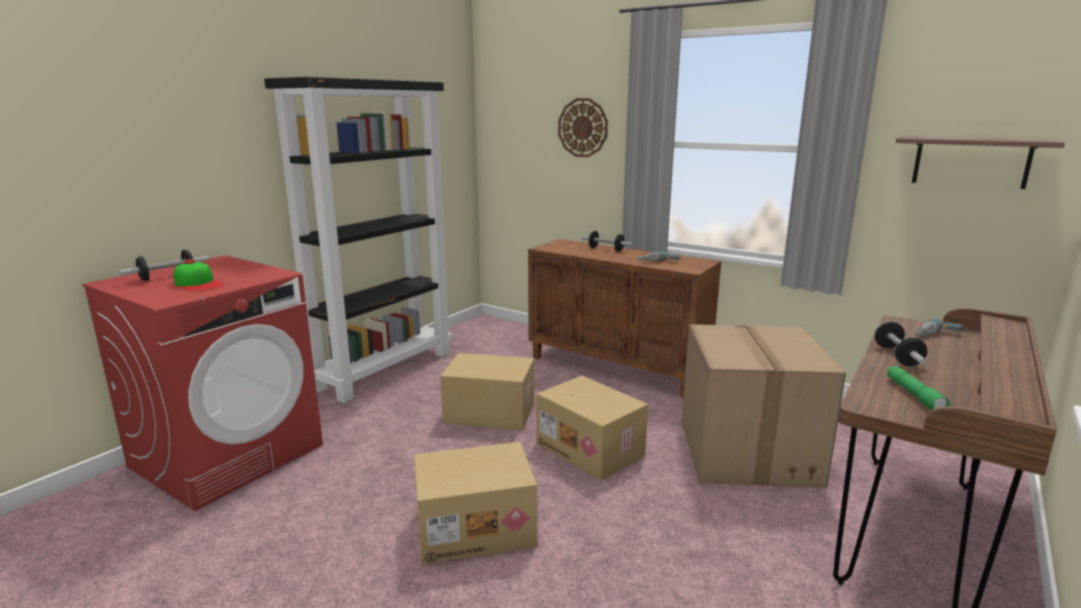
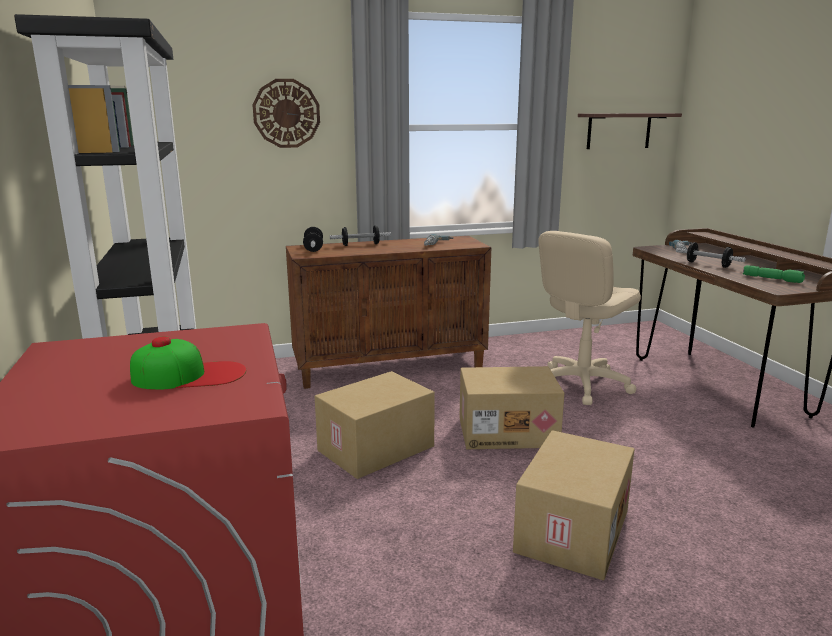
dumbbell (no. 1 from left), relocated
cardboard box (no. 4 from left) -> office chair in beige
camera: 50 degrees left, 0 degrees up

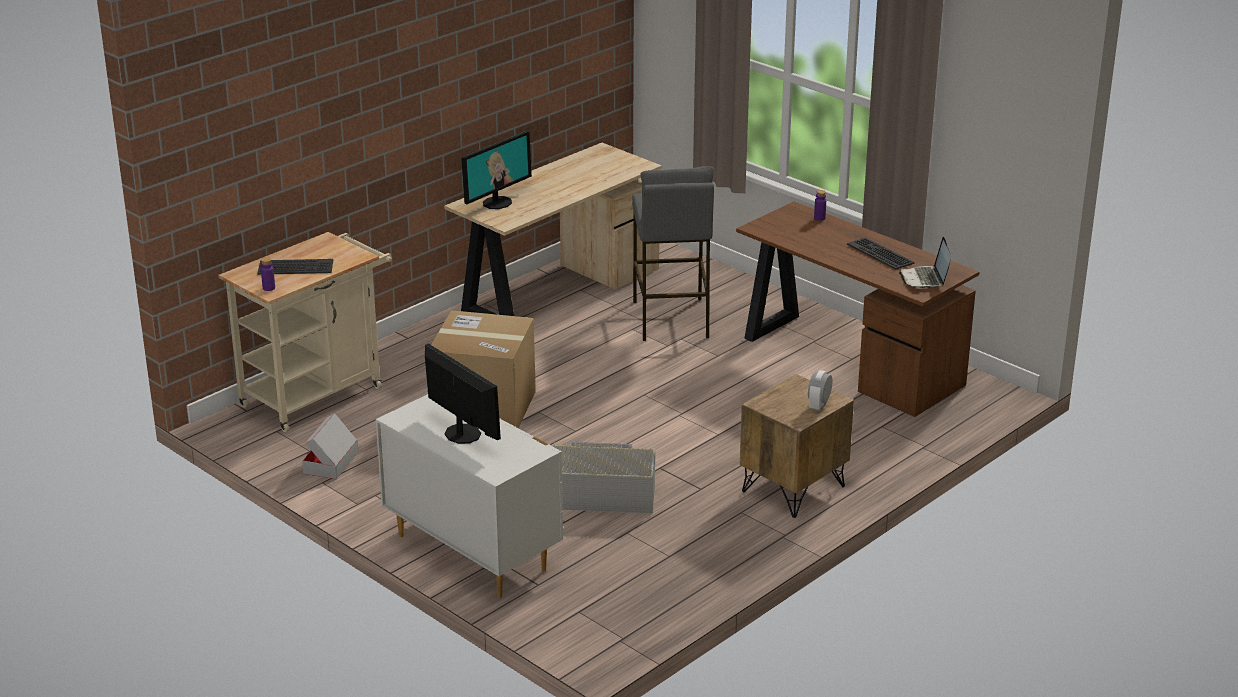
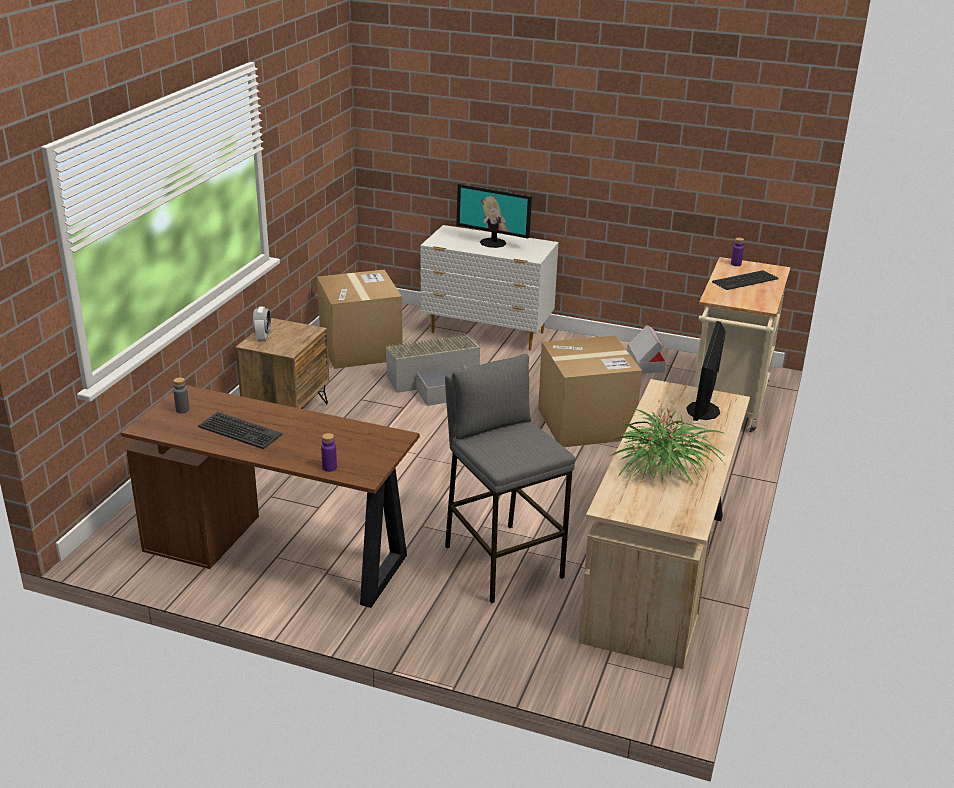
none -> cardboard box (no. 1 from left)
none -> potted plant
laptop -> bottle in grey
camera: 155 degrees right, 0 degrees up

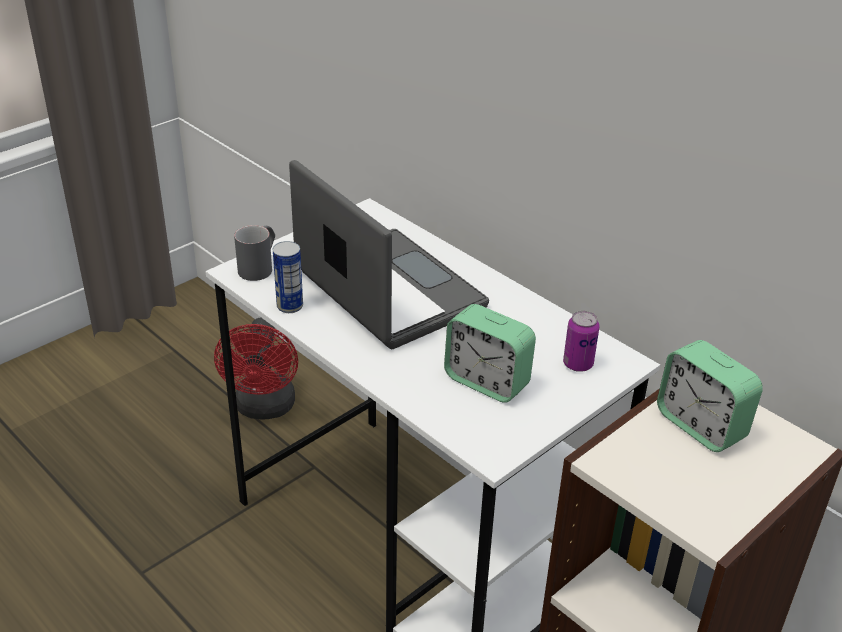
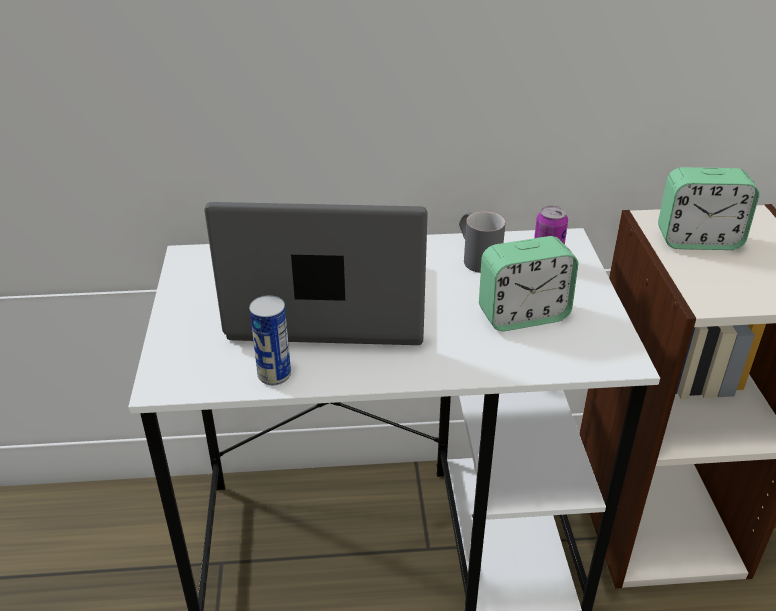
fan in red -> none
mug in grey, relocated
camera: 50 degrees left, 0 degrees up

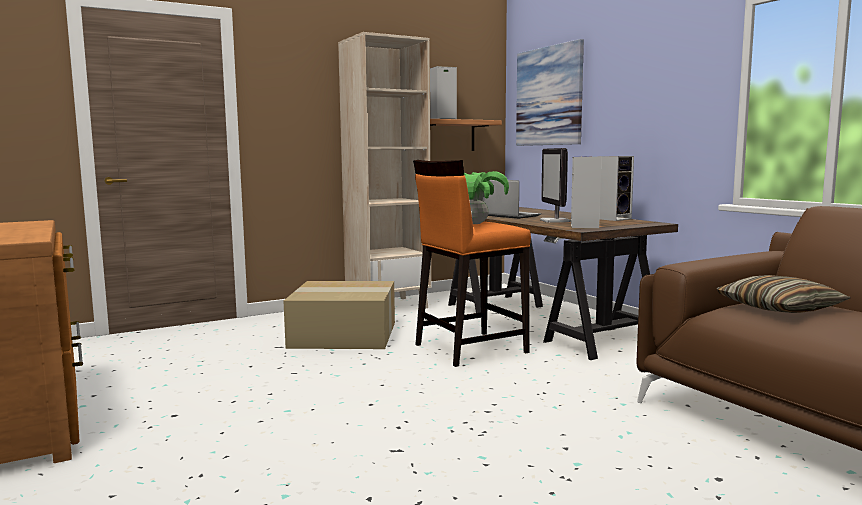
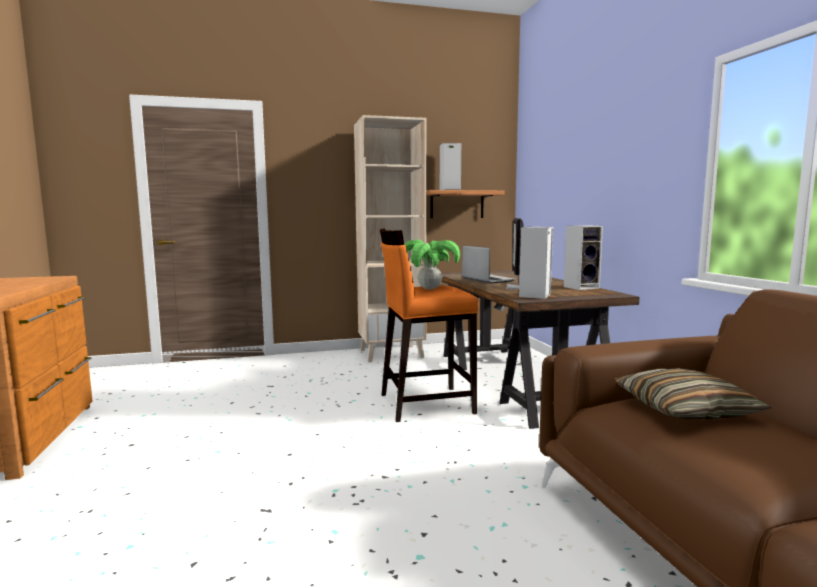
cardboard box -> none
picture -> none
camera: 15 degrees right, 0 degrees up

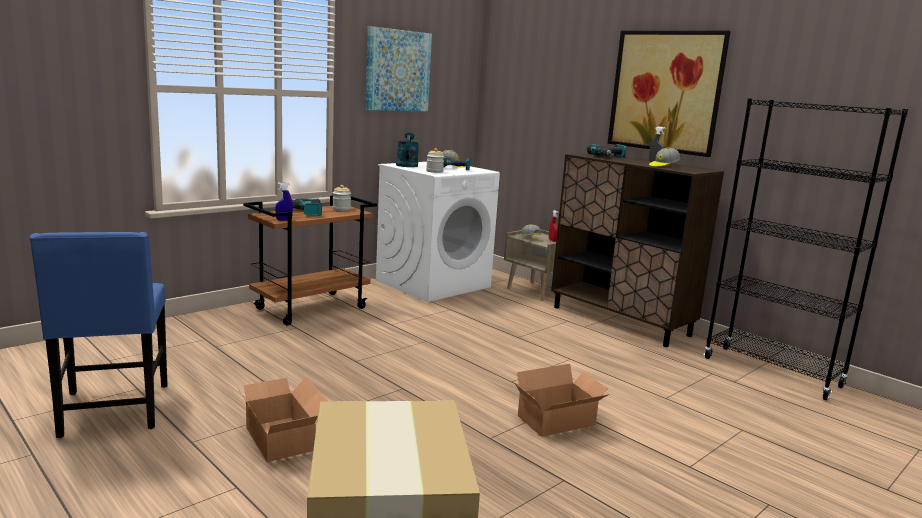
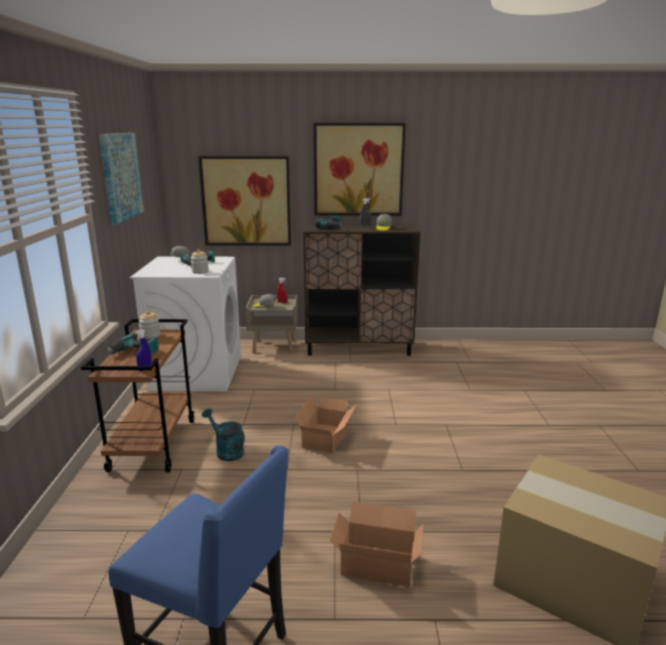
bookcase in black -> none
none -> picture (no. 2 from left)
watering can in turquoise, relocated
cardboard box (no. 3 from left in the first image) -> cardboard box (no. 1 from left), relocated
camera: 45 degrees left, 5 degrees up

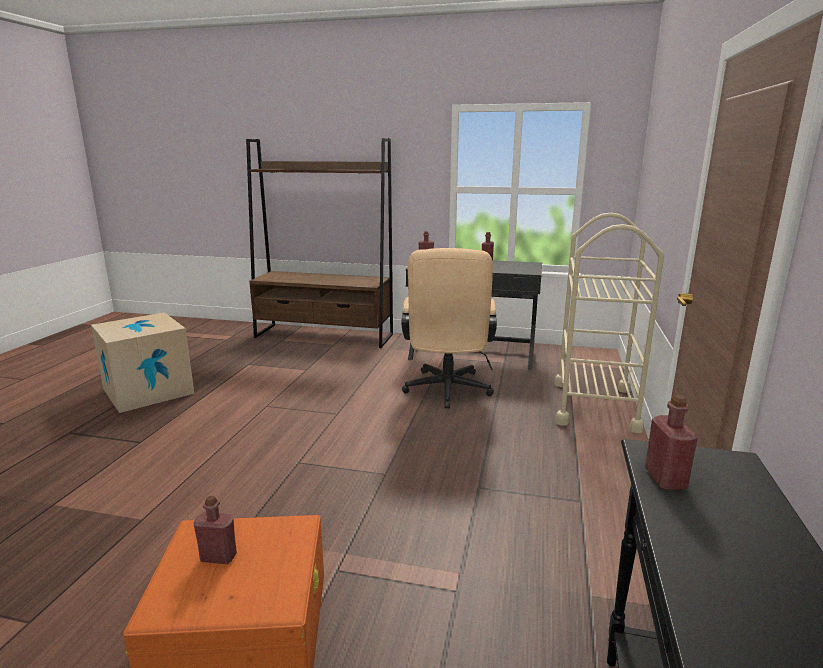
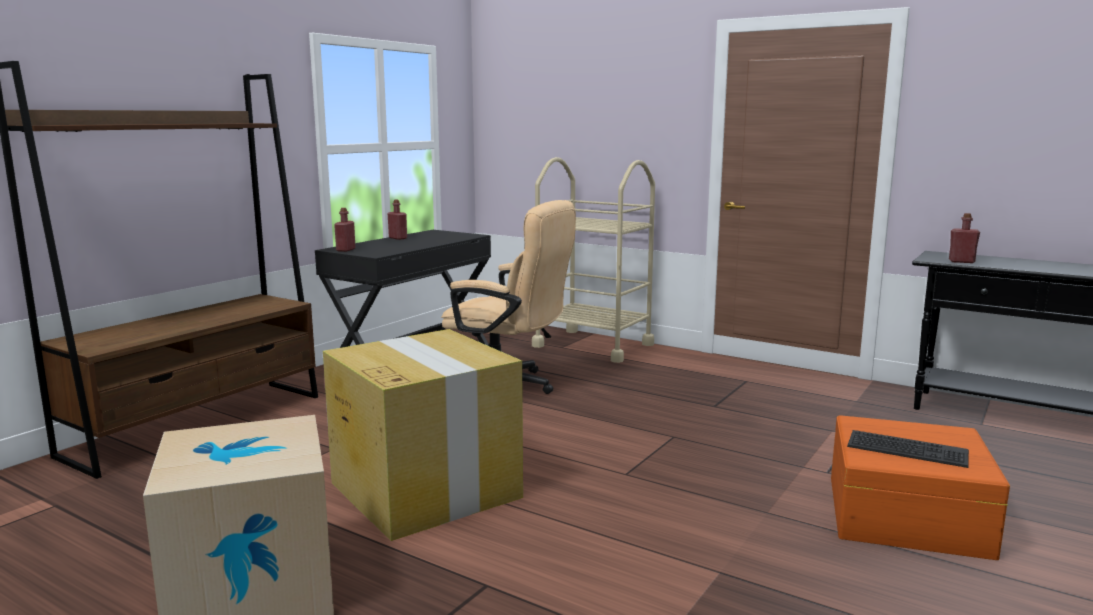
none -> cardboard box (no. 2 from left)
bottle in red (no. 1 from left) -> keyboard
camera: 70 degrees left, 5 degrees down

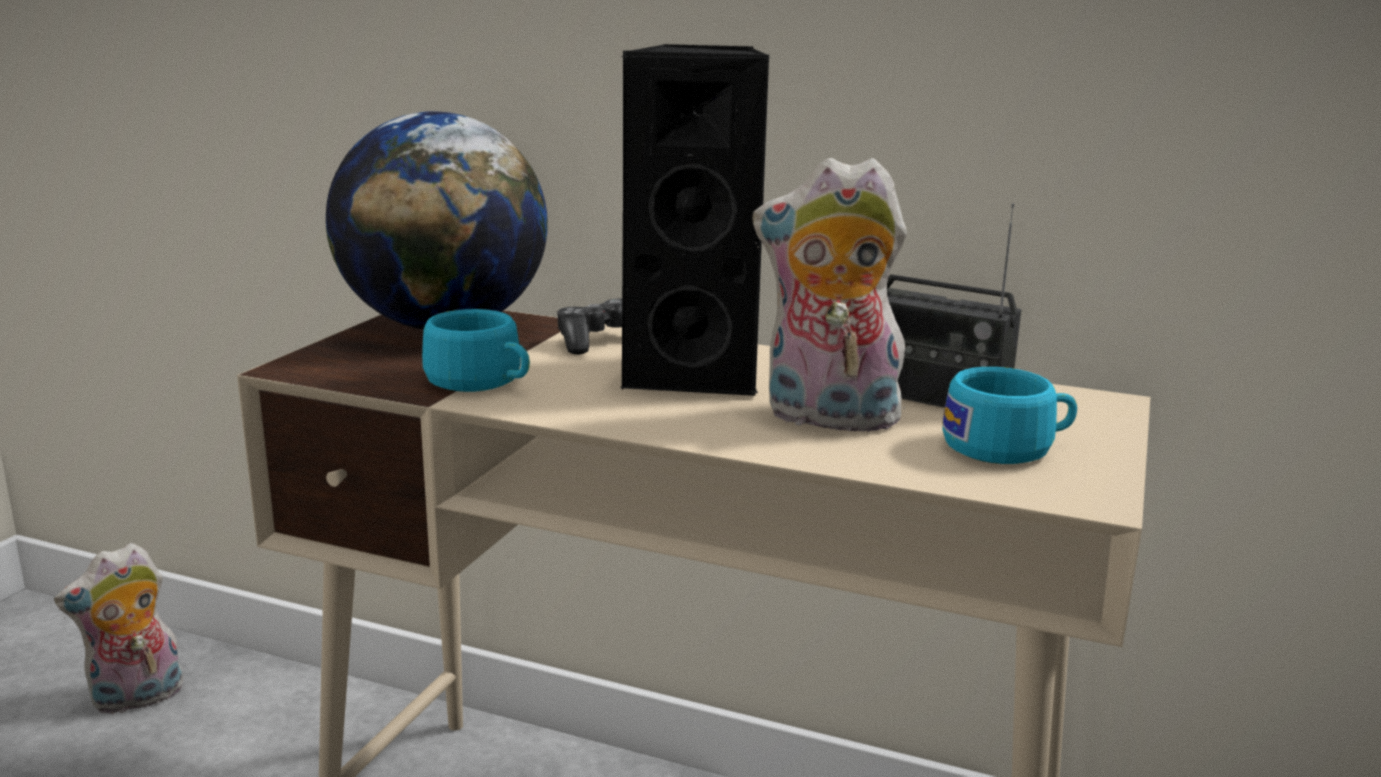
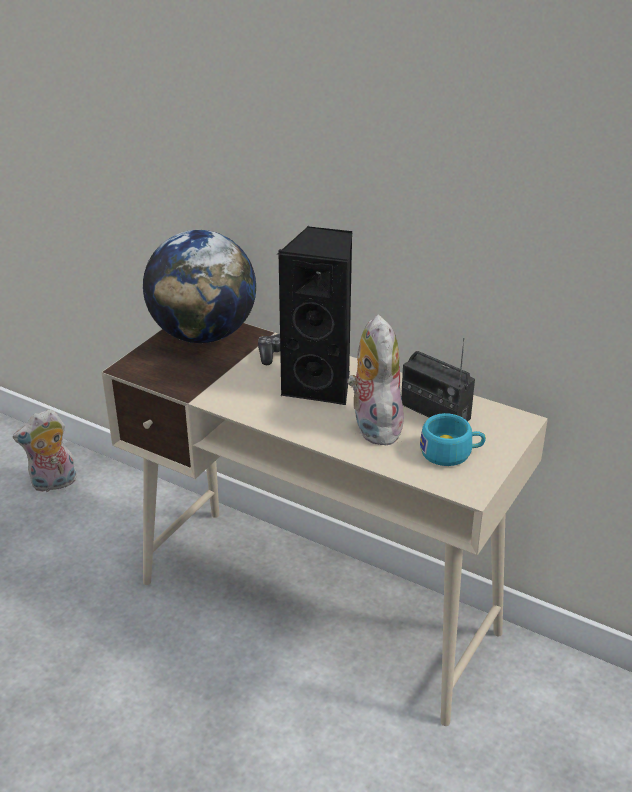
cup in turquoise (no. 1 from left) -> none
plush toy (no. 2 from left), 60 degrees clockwise
camera: 10 degrees right, 15 degrees up

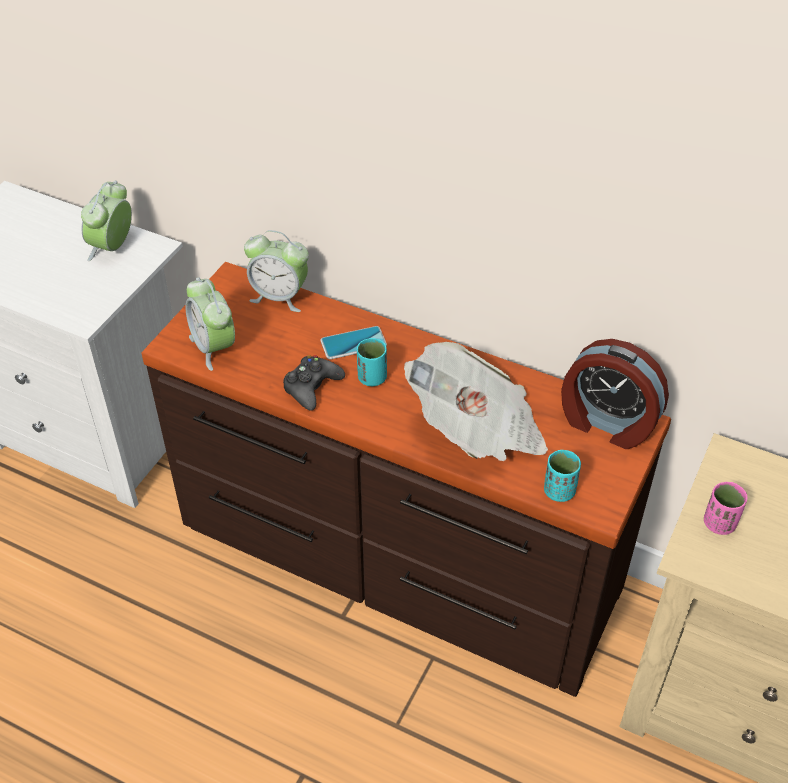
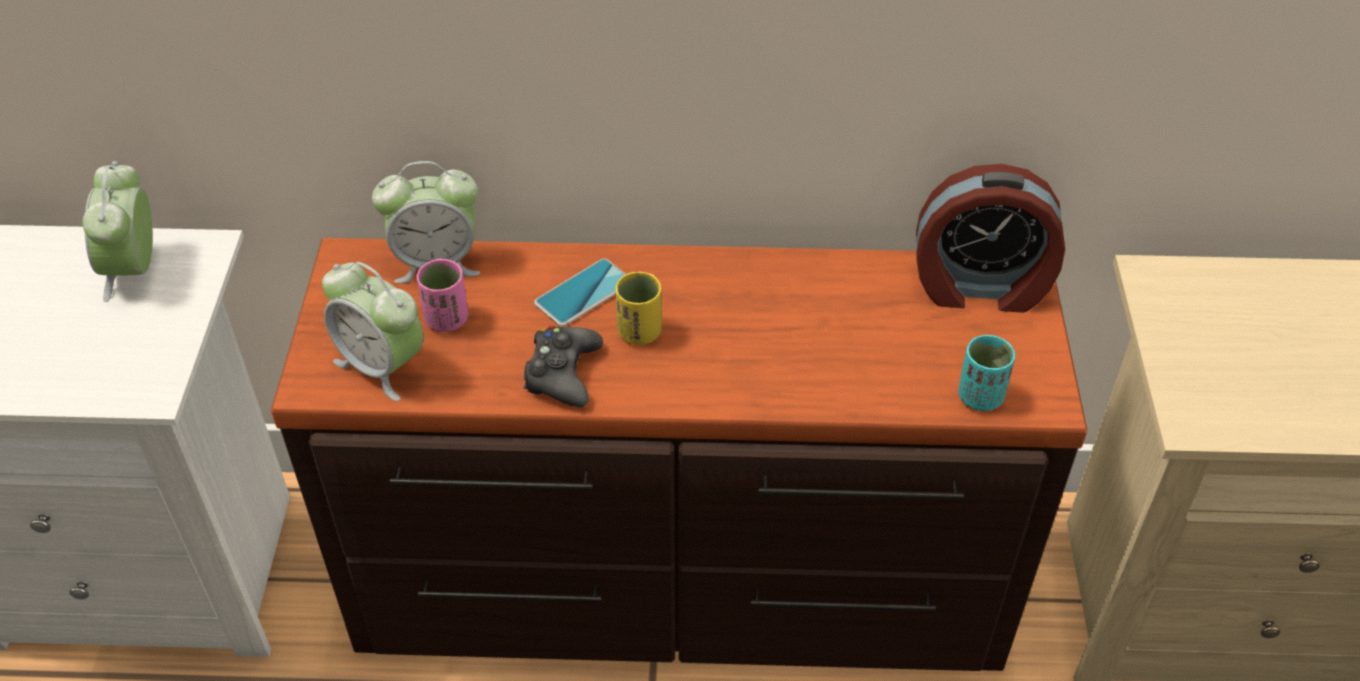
newspaper -> none
cup in pink, relocated
cup in turquoise (no. 1 from left) -> cup in yellow
camera: 25 degrees left, 0 degrees up

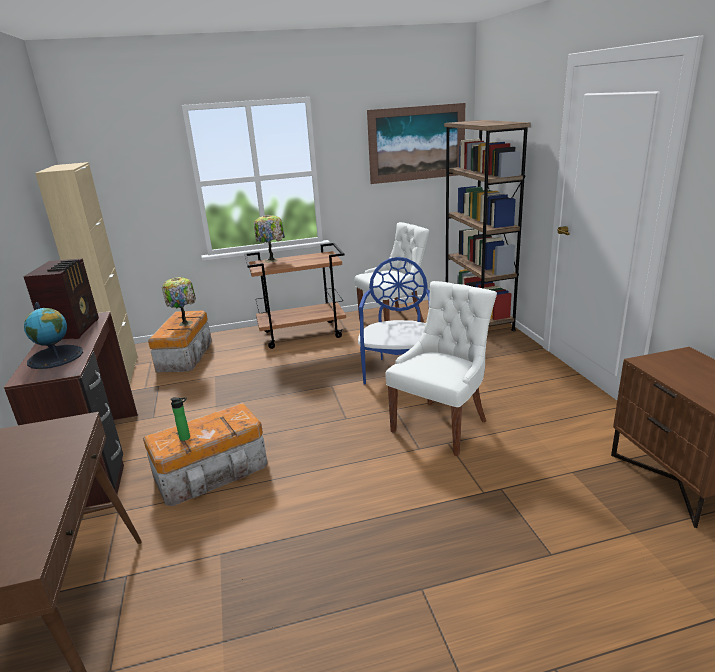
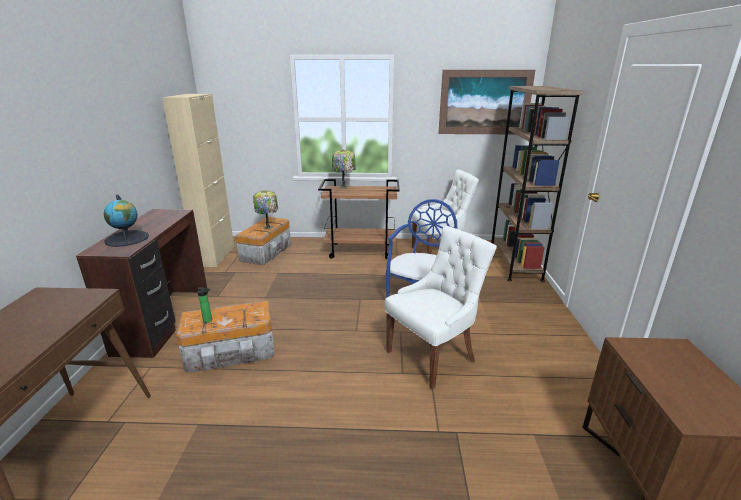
radio -> none
camera: 15 degrees right, 0 degrees up

